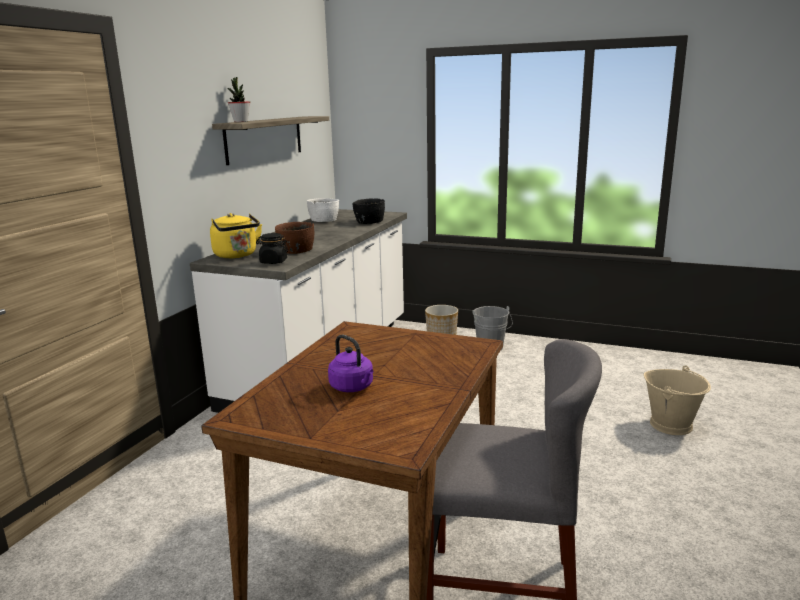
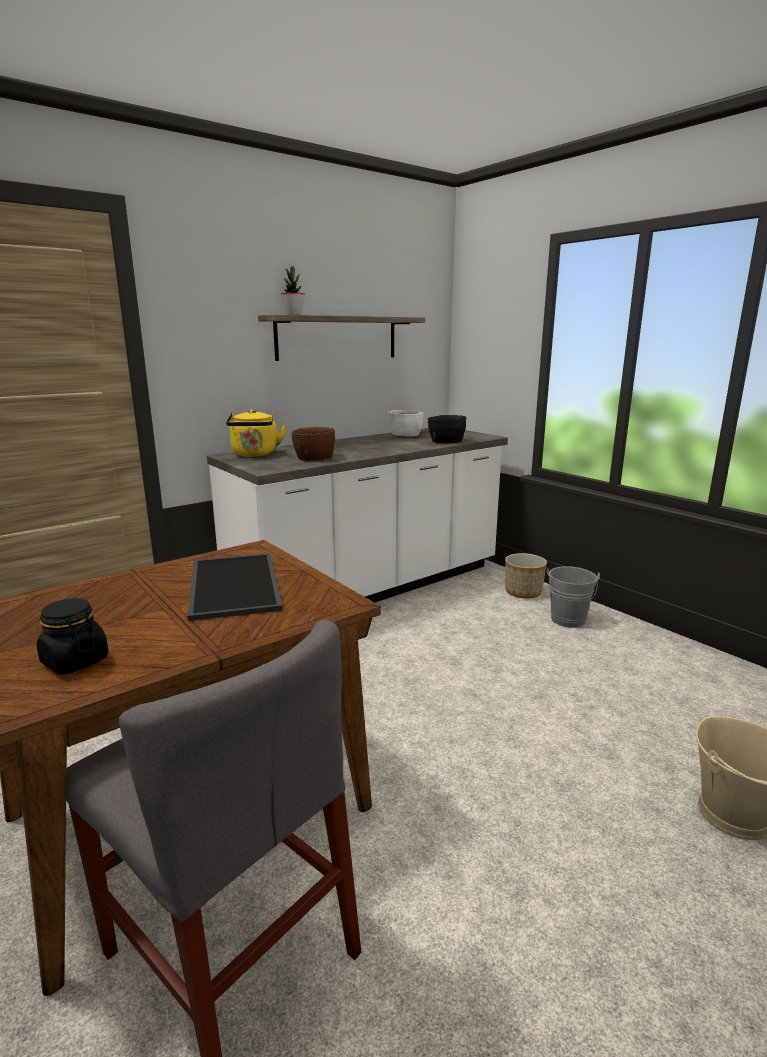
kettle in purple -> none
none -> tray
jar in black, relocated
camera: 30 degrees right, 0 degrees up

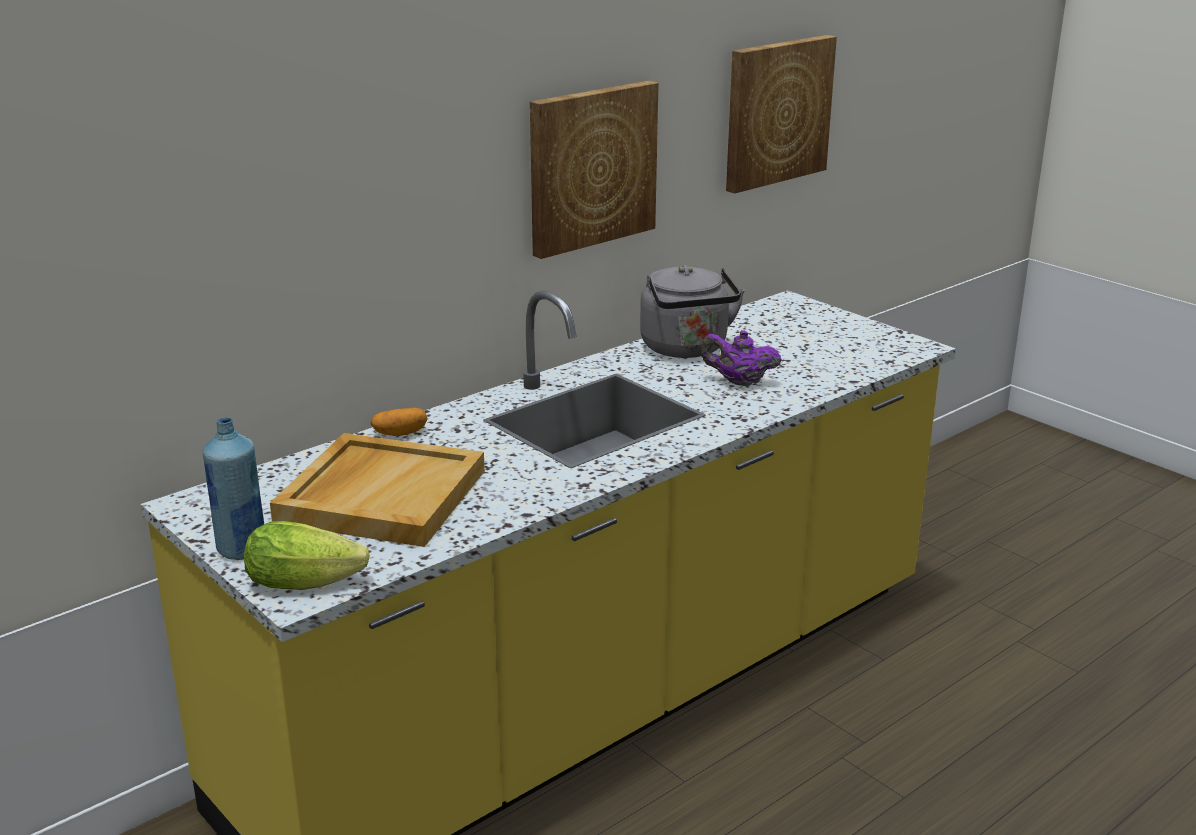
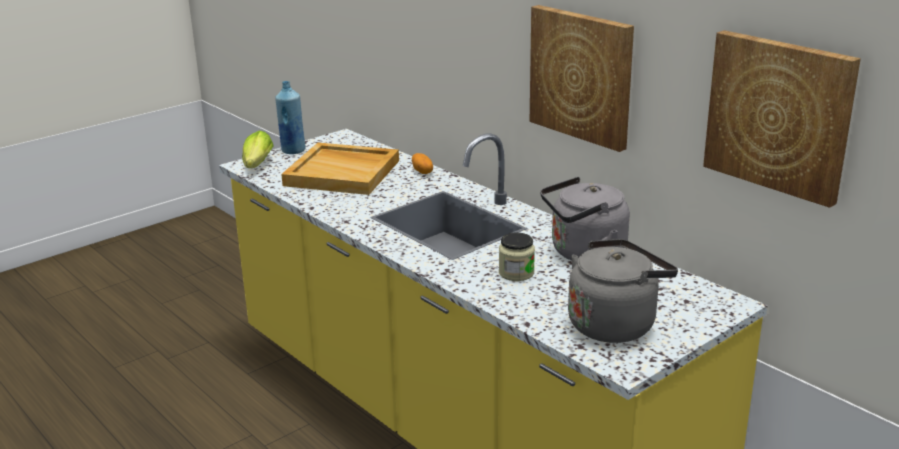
none -> kettle in grey (no. 2 from left)
teapot in purple -> jar
camera: 90 degrees right, 0 degrees up

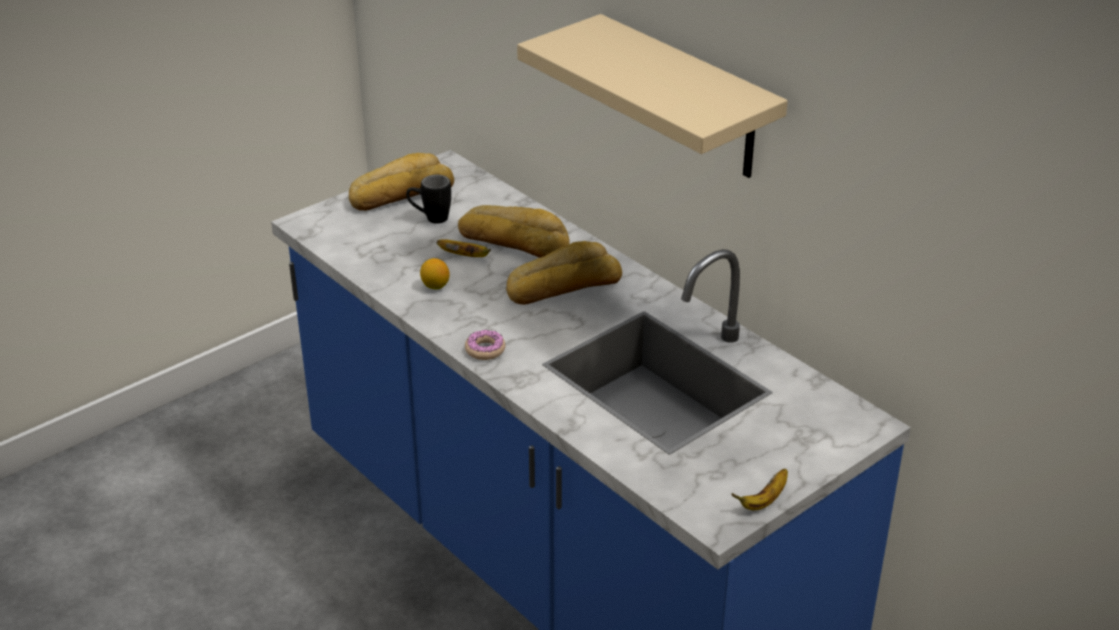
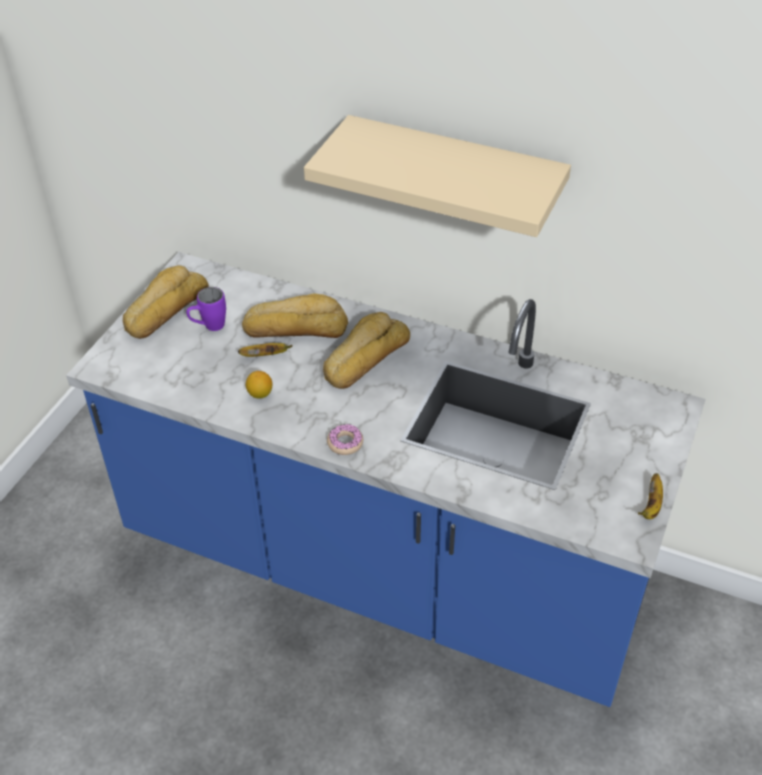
mug in black -> mug in purple
camera: 25 degrees left, 10 degrees up

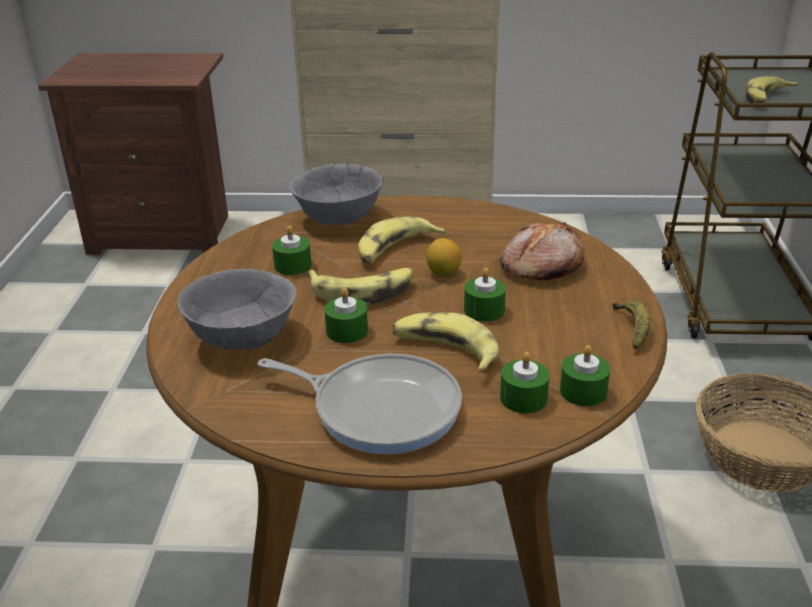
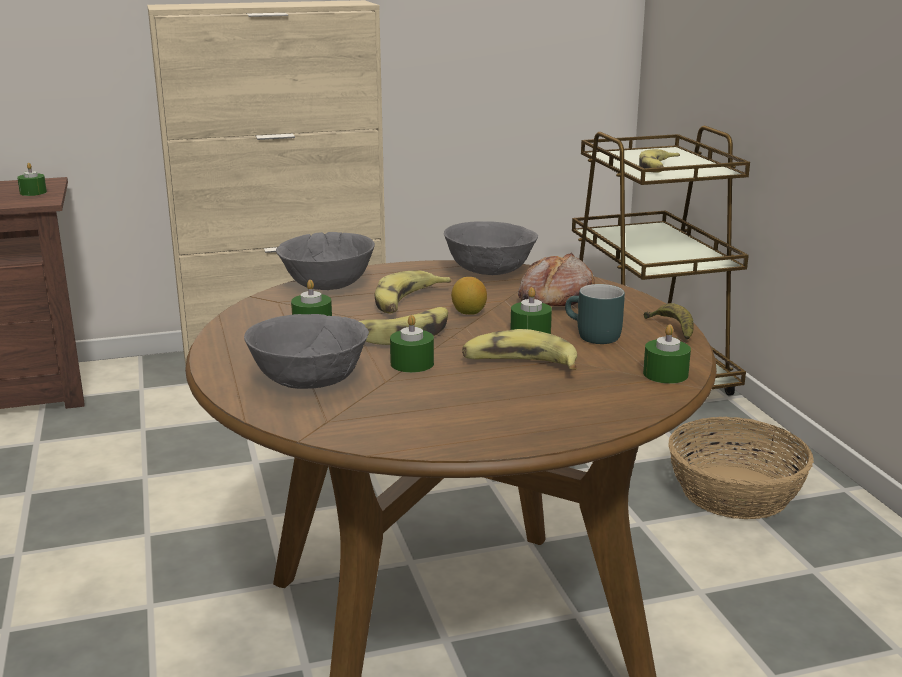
frying pan -> none
none -> bowl in grey (no. 3 from left)
none -> mug in turquoise
candle in green (no. 4 from left in the first image) -> candle in green (no. 1 from left), relocated
camera: 20 degrees left, 10 degrees down

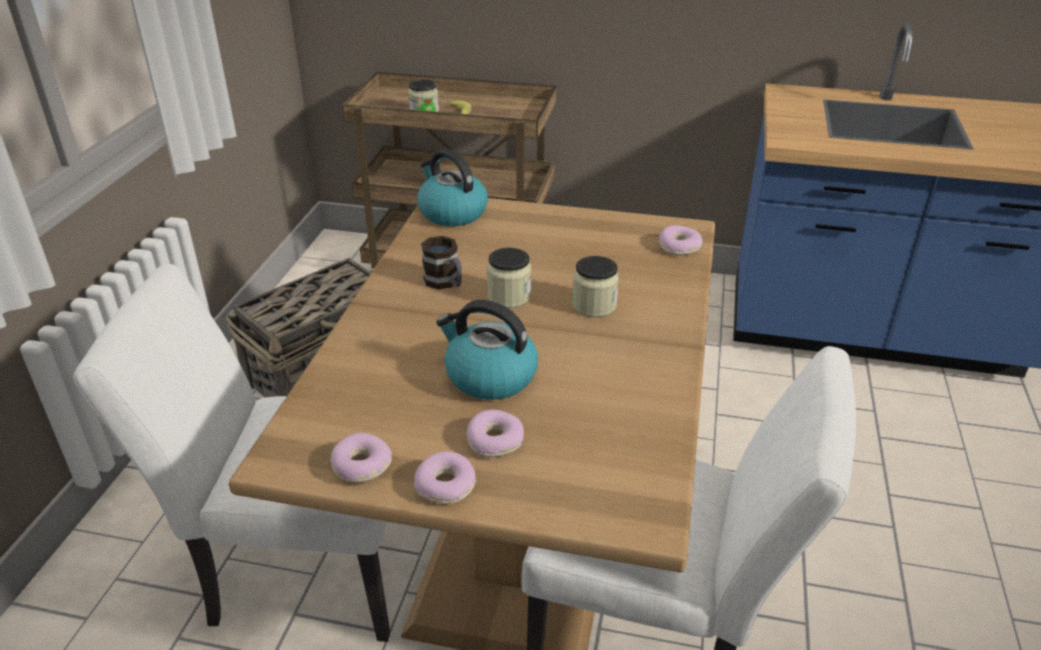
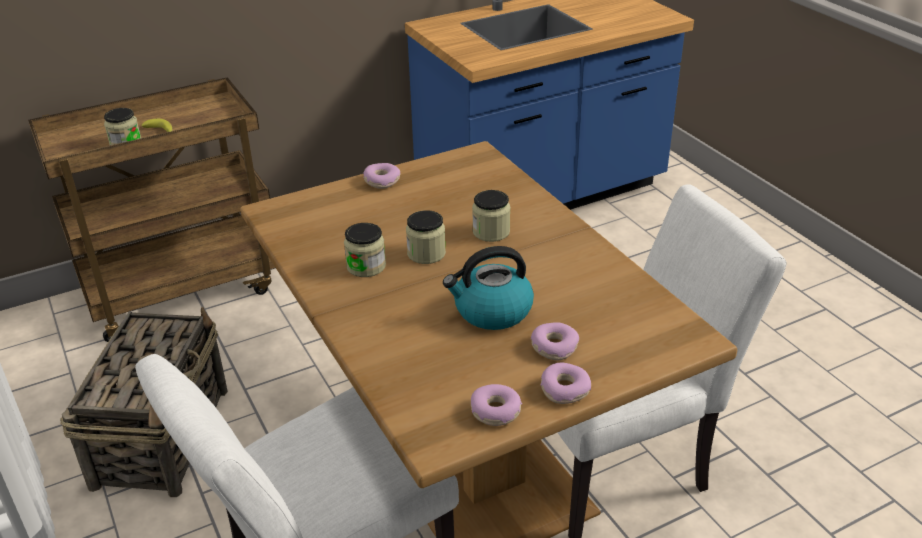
kettle (no. 1 from left) -> none
donut (no. 4 from left in the first image) -> donut (no. 1 from left), relocated
mug -> jar (no. 2 from left)
camera: 40 degrees left, 0 degrees up

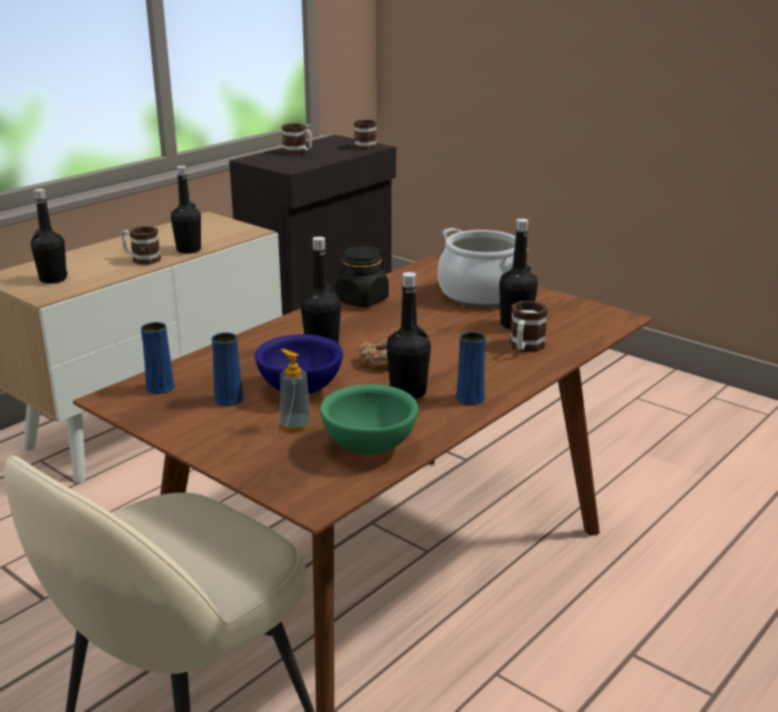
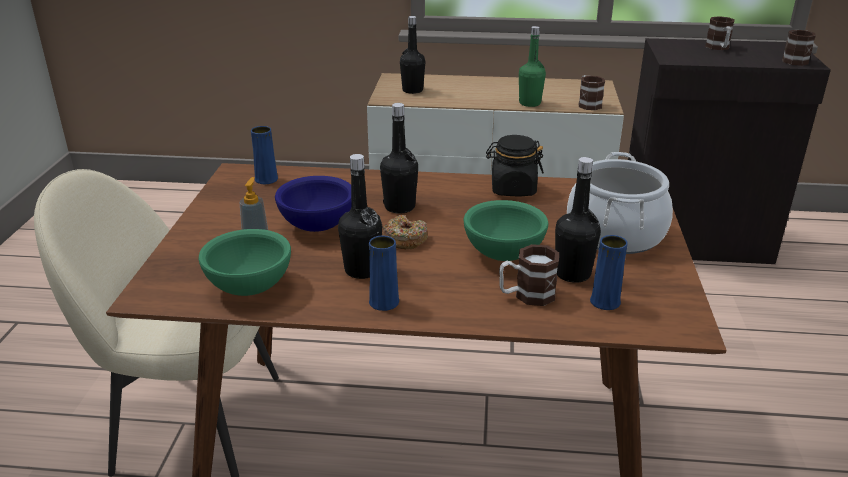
none -> bowl in green (no. 2 from left)
mug (no. 1 from left in the first image) -> mug (no. 2 from left), relocated
vase in blue (no. 2 from left in the first image) -> vase in blue (no. 3 from left), relocated
bottle in black (no. 2 from left) -> bottle in green
camera: 55 degrees right, 5 degrees up

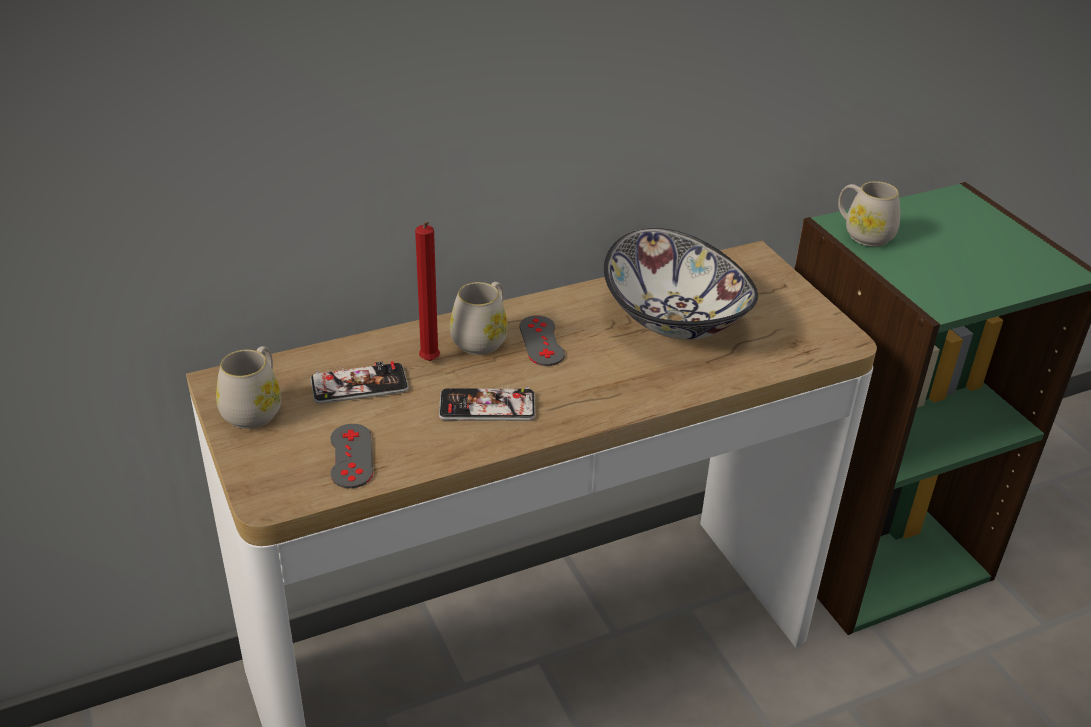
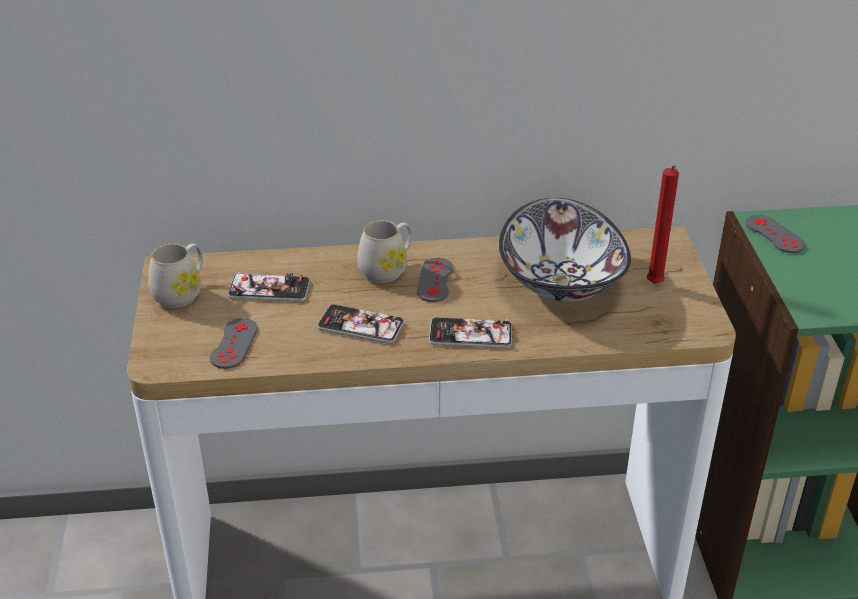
none -> phone (no. 3 from left)
candle in red, relocated
mug in white (no. 3 from left) -> game controller in grey (no. 3 from left)
camera: 20 degrees right, 0 degrees up

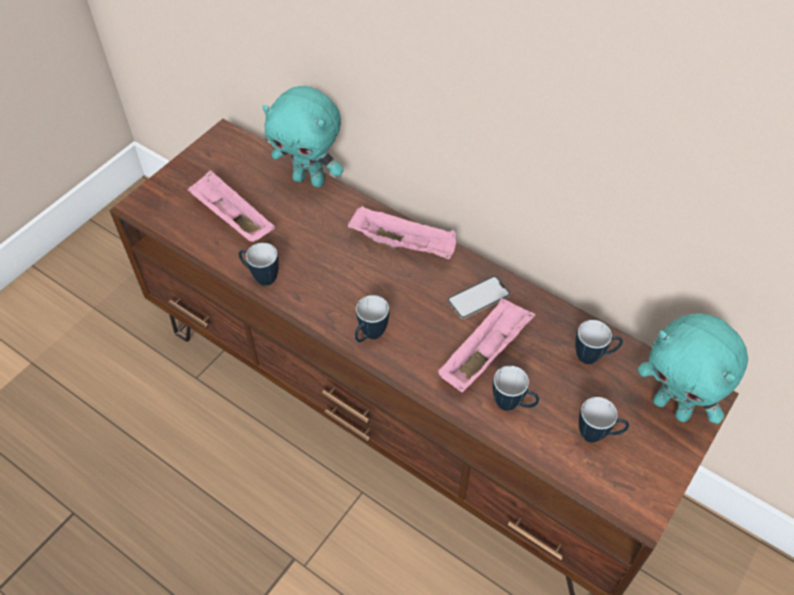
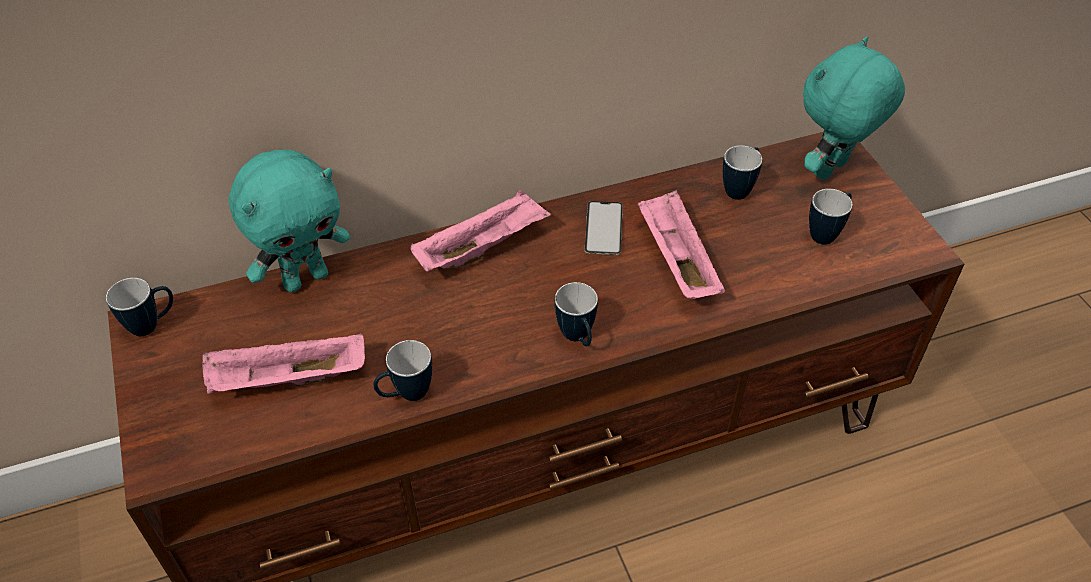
mug (no. 3 from left in the first image) -> mug (no. 1 from left), relocated
plush toy in turquoise (no. 2 from left), 150 degrees clockwise
camera: 55 degrees left, 5 degrees down

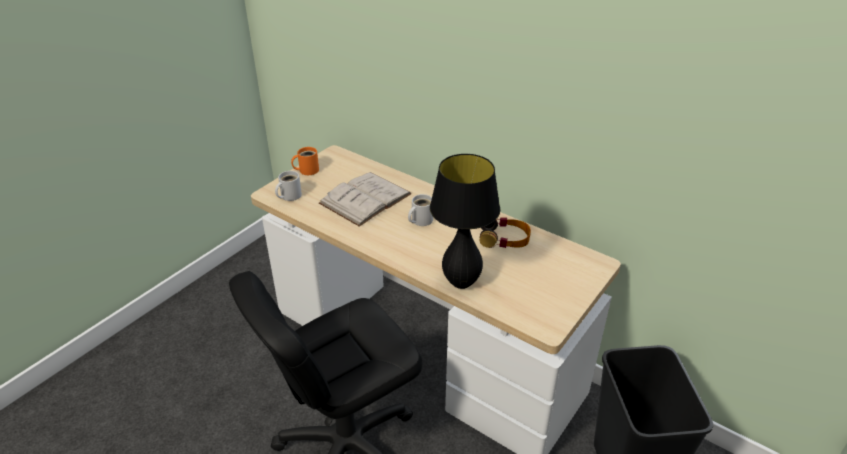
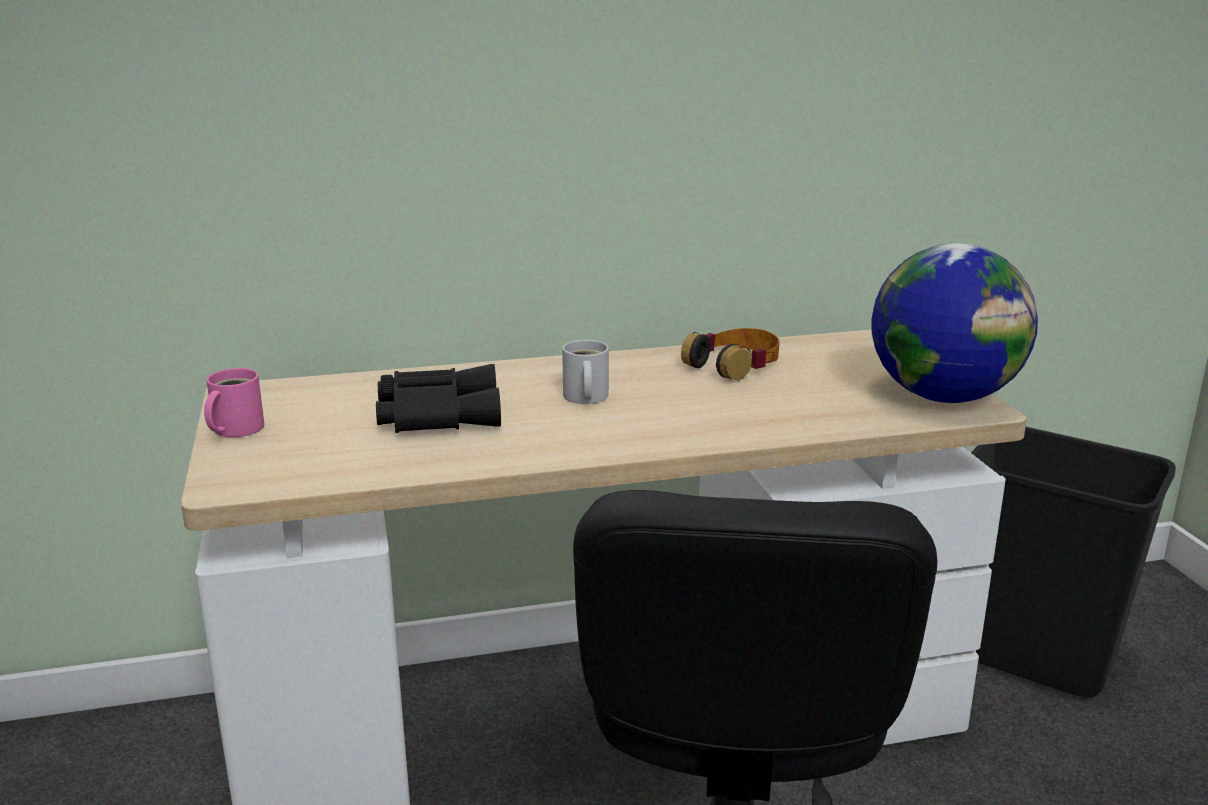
mug in white (no. 1 from left) -> none
table lamp in black -> none
none -> globe
book in white -> binoculars in black
mug in orange -> mug in pink
camera: 50 degrees left, 15 degrees down

